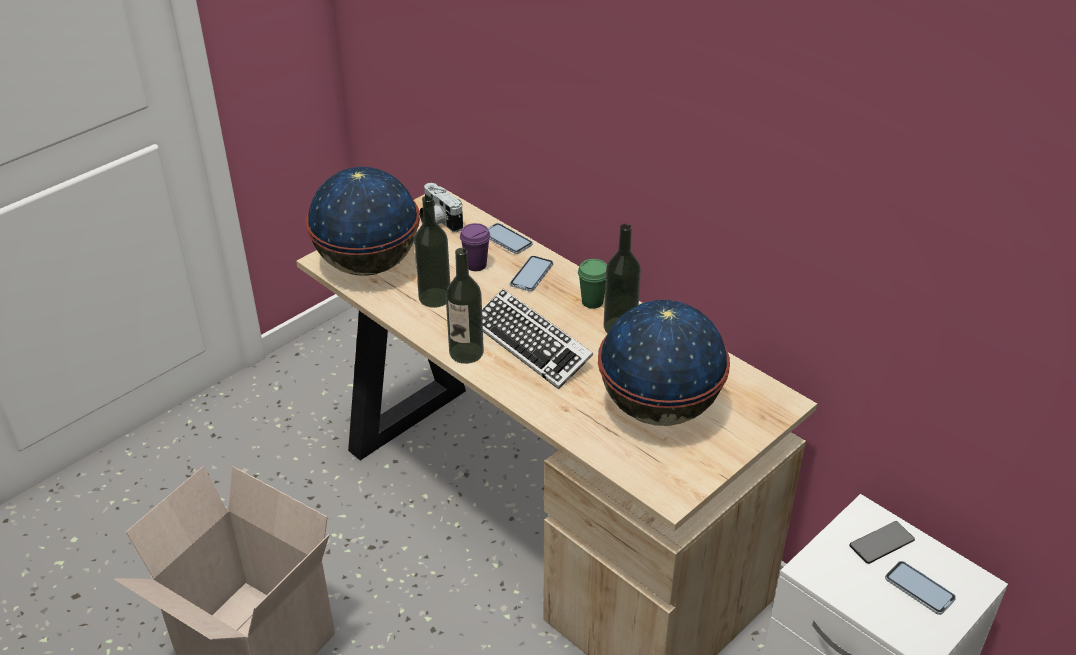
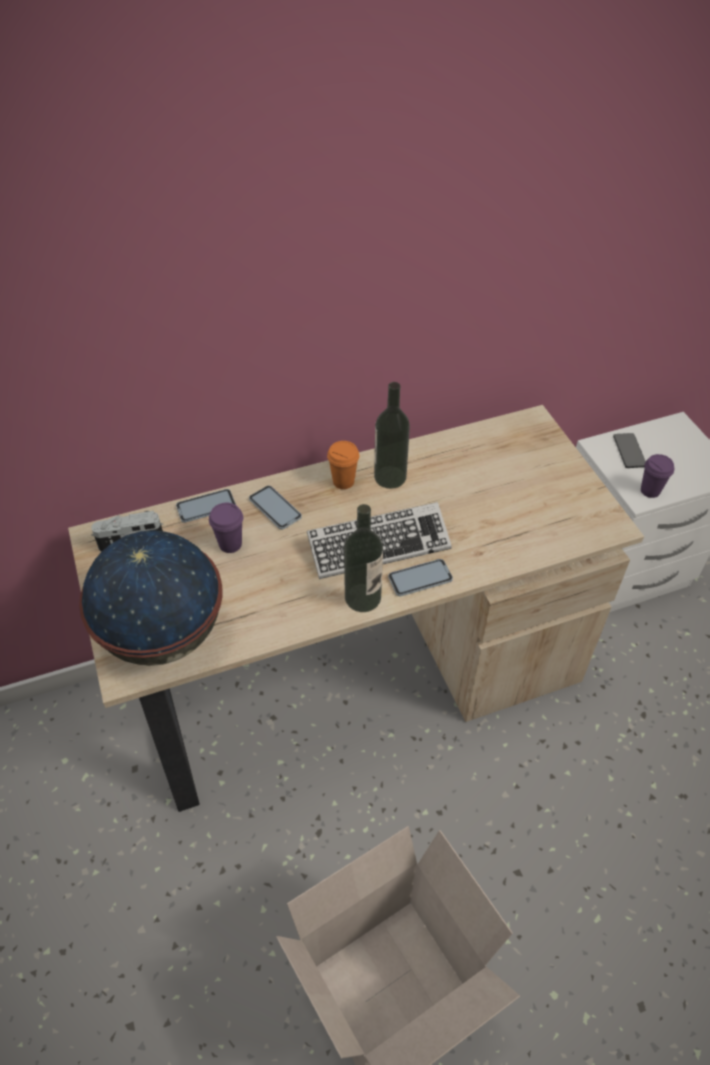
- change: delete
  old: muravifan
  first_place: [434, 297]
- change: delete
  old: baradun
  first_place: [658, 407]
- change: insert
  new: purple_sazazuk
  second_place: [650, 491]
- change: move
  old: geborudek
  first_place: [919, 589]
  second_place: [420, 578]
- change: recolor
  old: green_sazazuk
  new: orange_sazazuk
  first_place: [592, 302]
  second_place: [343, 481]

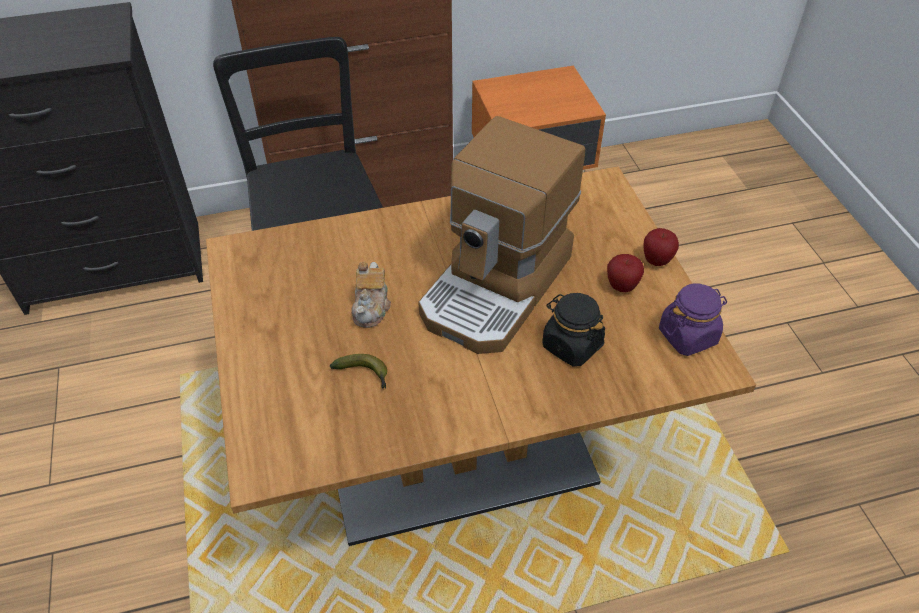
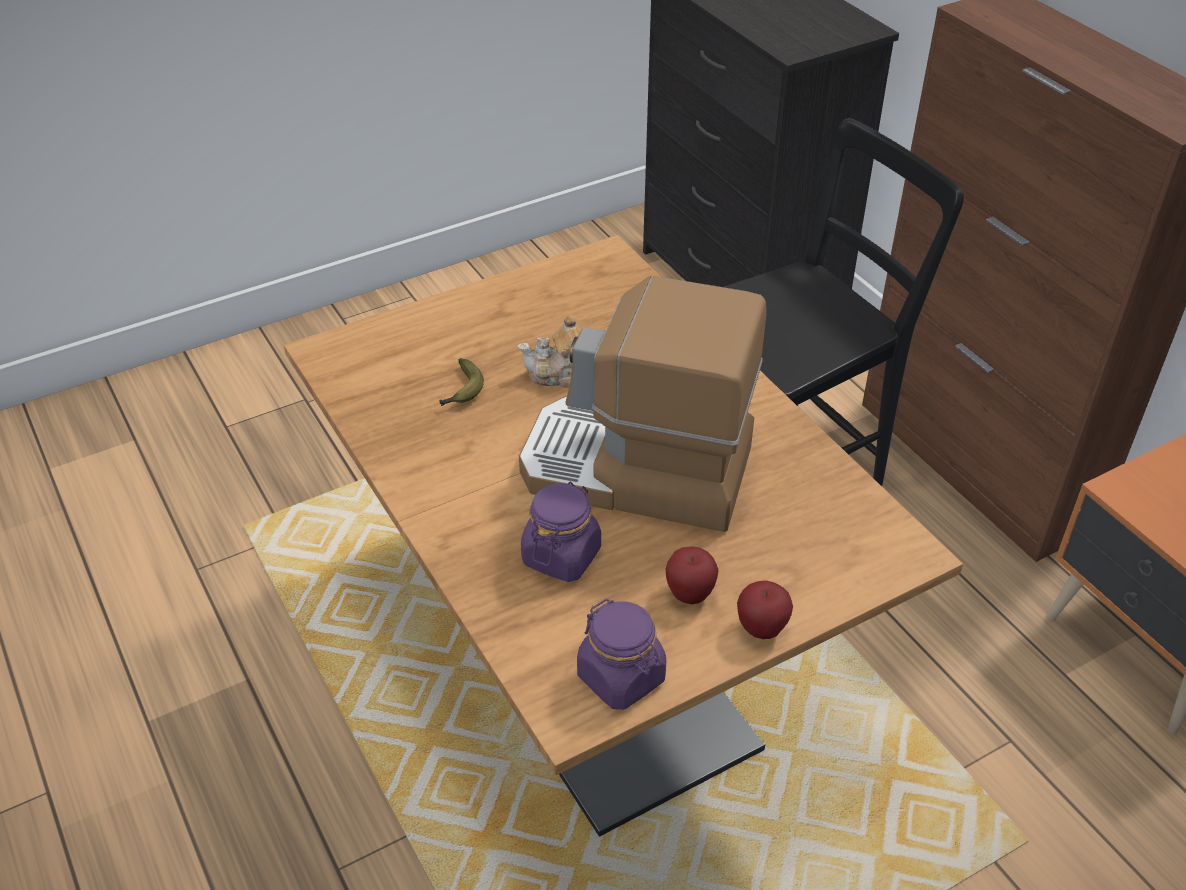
- change: recolor
  old: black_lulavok
  new: purple_lulavok
  first_place: [571, 345]
  second_place: [561, 555]

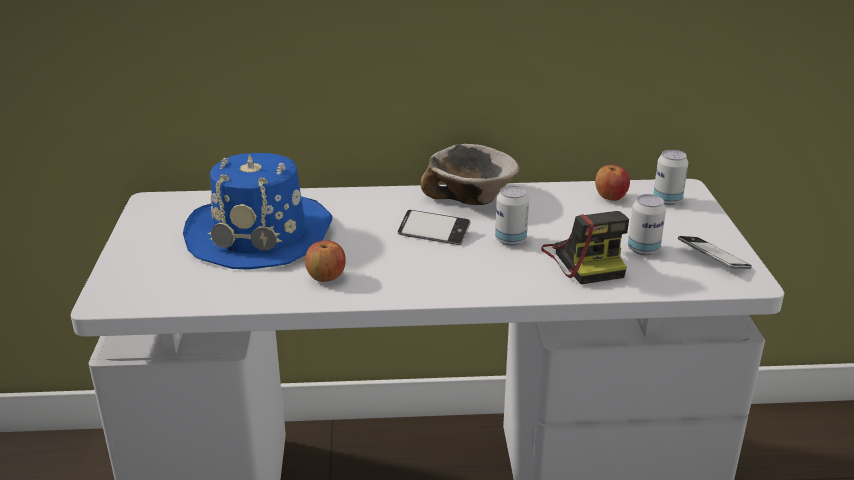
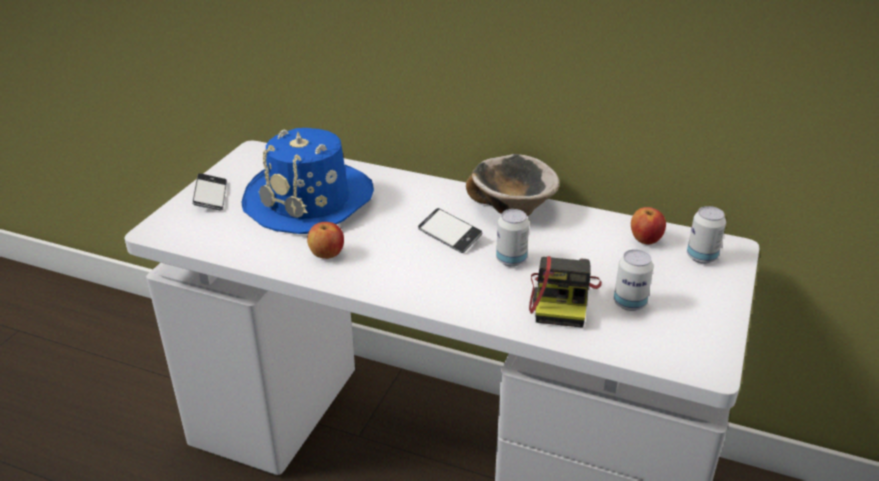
- change: move
  old: geborudek
  first_place: [713, 258]
  second_place: [210, 196]

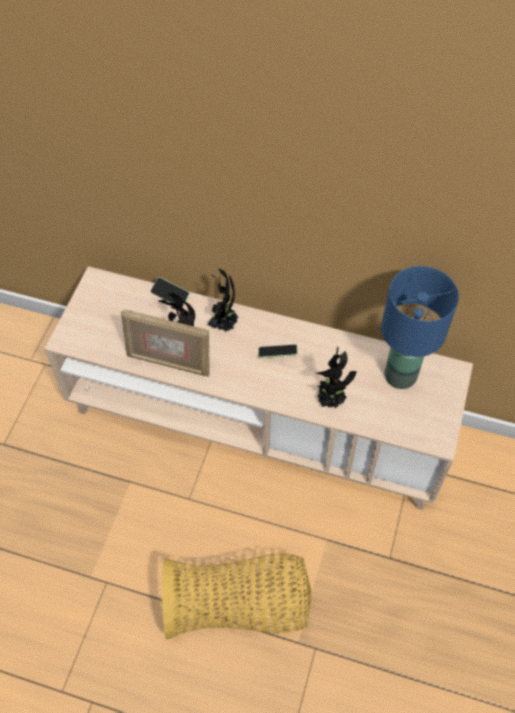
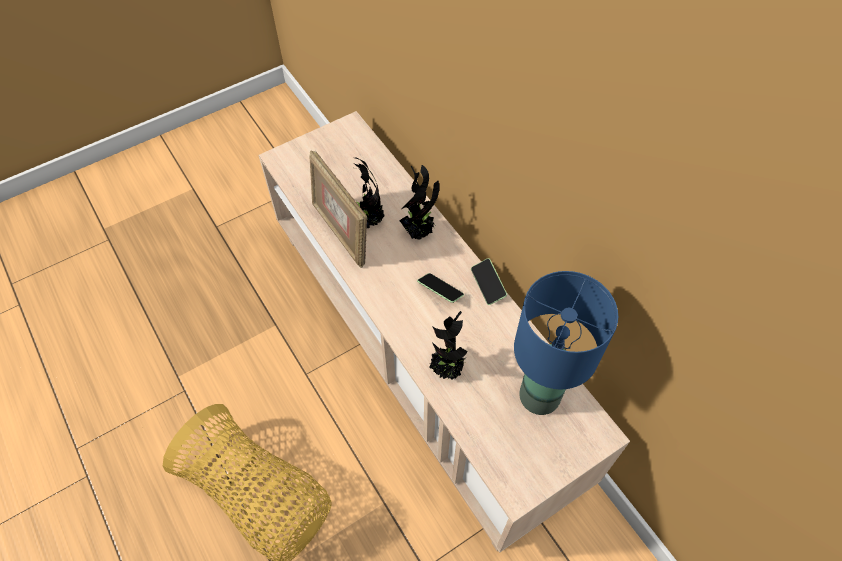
- change: move
  old: geborudek
  first_place: [170, 295]
  second_place: [488, 285]

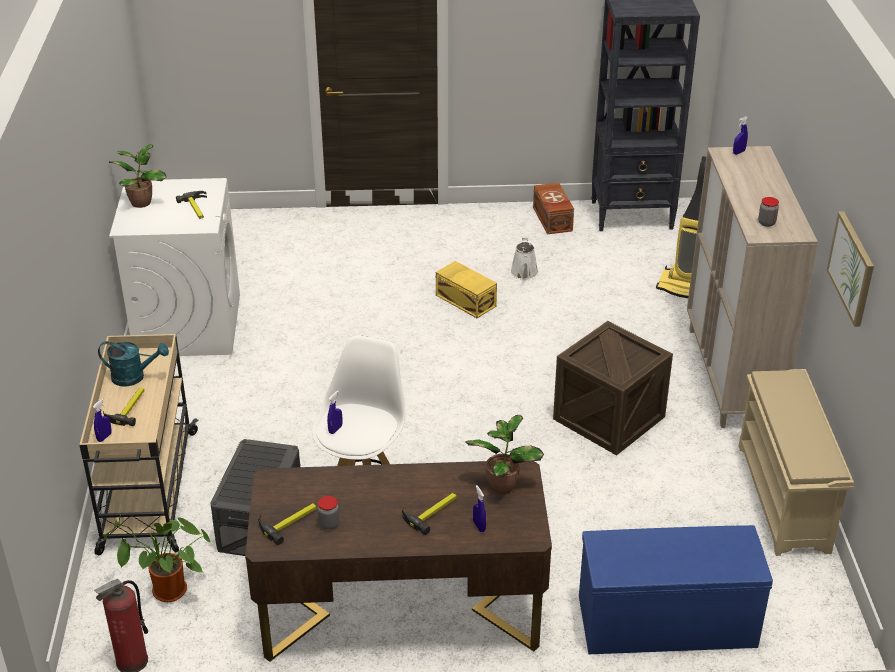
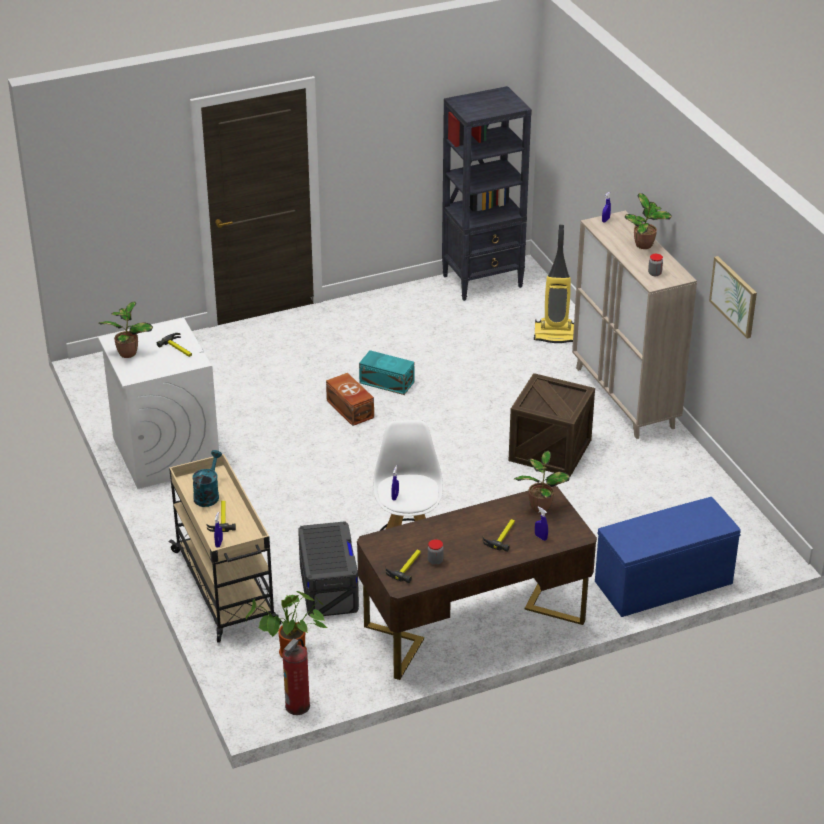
- change: delete
  old: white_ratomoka
  first_place: [524, 273]
- change: delete
  old: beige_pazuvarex
  first_place: [784, 498]
- change: insert
  new: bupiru
  second_place: [645, 245]
- change: move
  old: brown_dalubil
  first_place: [552, 219]
  second_place: [350, 409]
- change: recolor
  old: yellow_dalubil
  new: turquoise_dalubil
  first_place: [465, 300]
  second_place: [386, 382]
- change: rotate
  old: turquoise_ratomoka
  first_place: [134, 377]
  second_place: [208, 494]
  degrees: -60

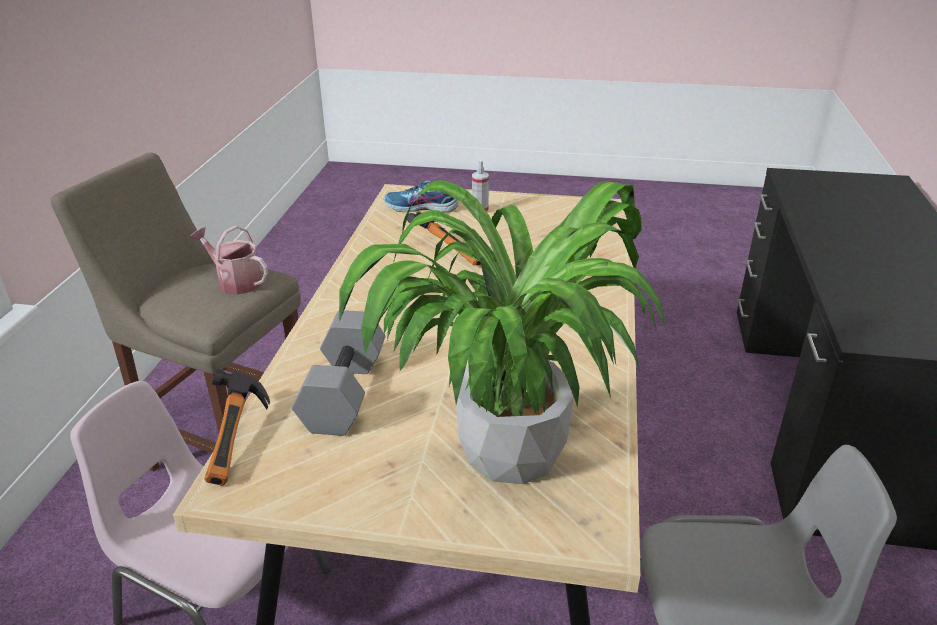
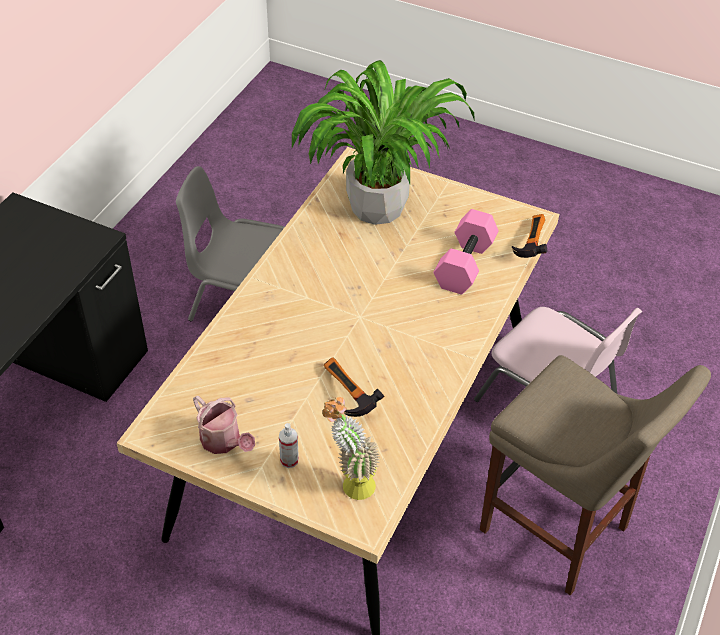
- change: move
  old: ratomoka
  first_place: [235, 281]
  second_place: [224, 442]
- change: replace
  old: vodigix
  new: bupiru
  first_place: [421, 208]
  second_place: [350, 482]
- change: recolor
  old: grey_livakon
  new: pink_livakon
  first_place: [345, 393]
  second_place: [463, 263]

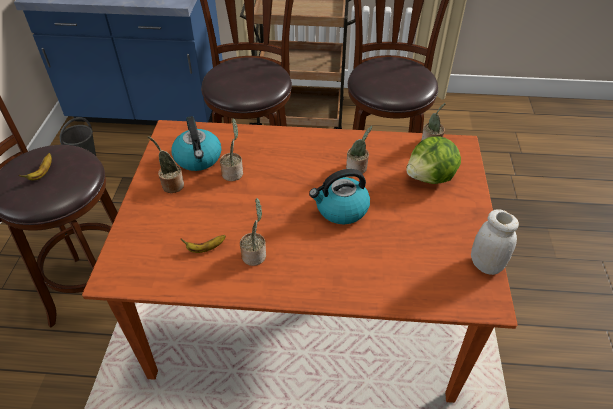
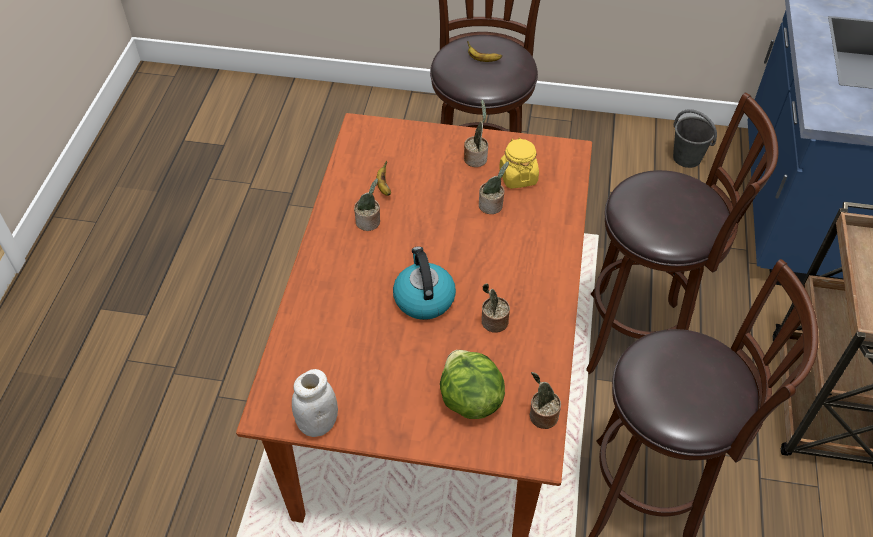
- change: replace
  old: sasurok
  new: yellow_lulavok
  first_place: [198, 159]
  second_place: [518, 177]

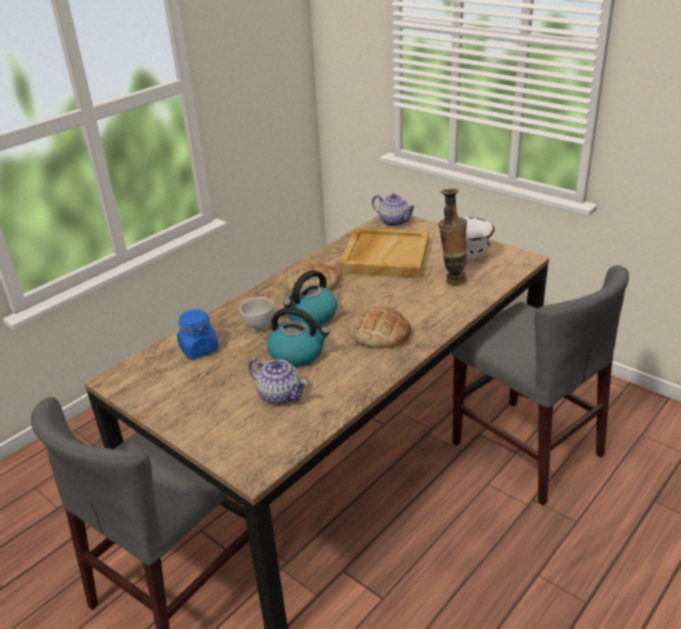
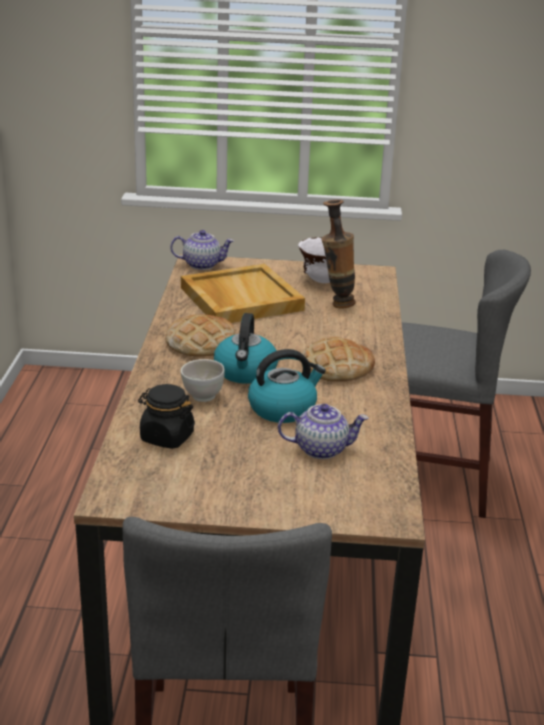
- change: recolor
  old: blue_lulavok
  new: black_lulavok
  first_place: [199, 349]
  second_place: [166, 437]

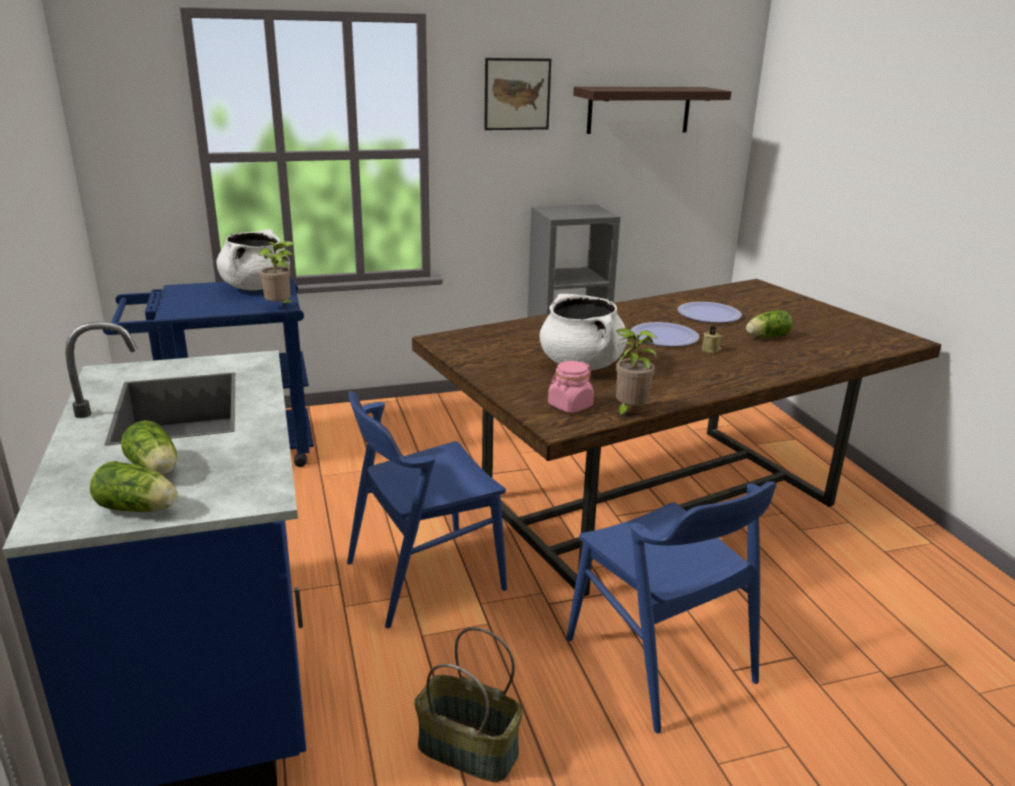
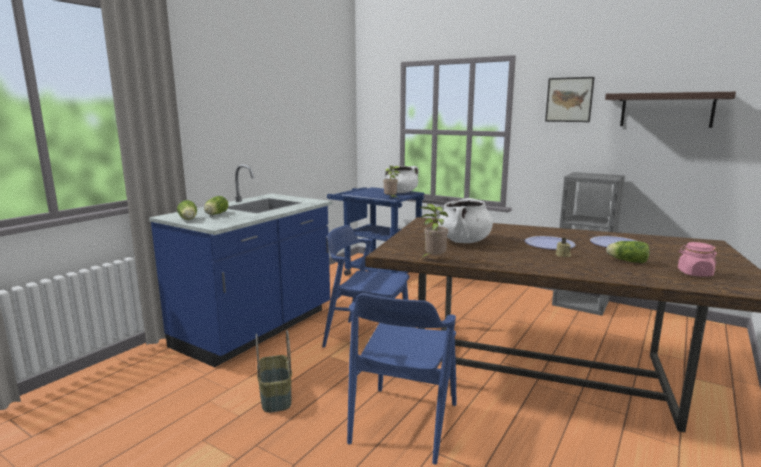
- change: move
  old: pink_lulavok
  first_place: [570, 406]
  second_place: [694, 273]

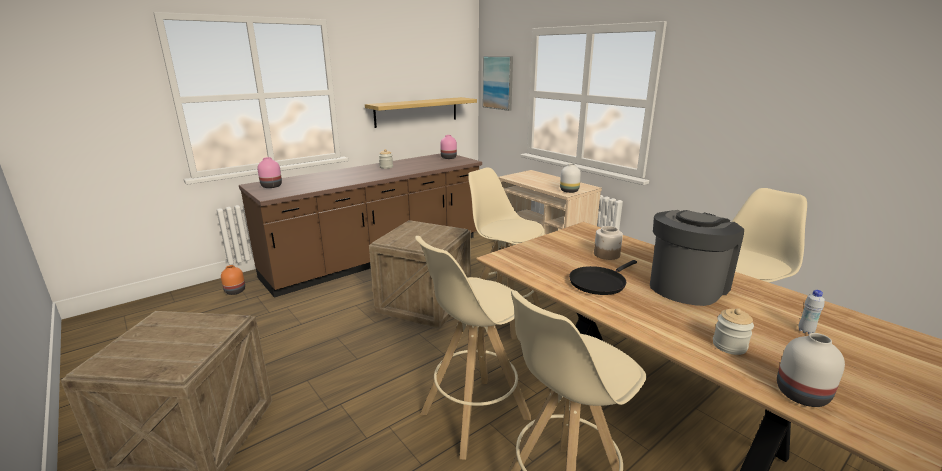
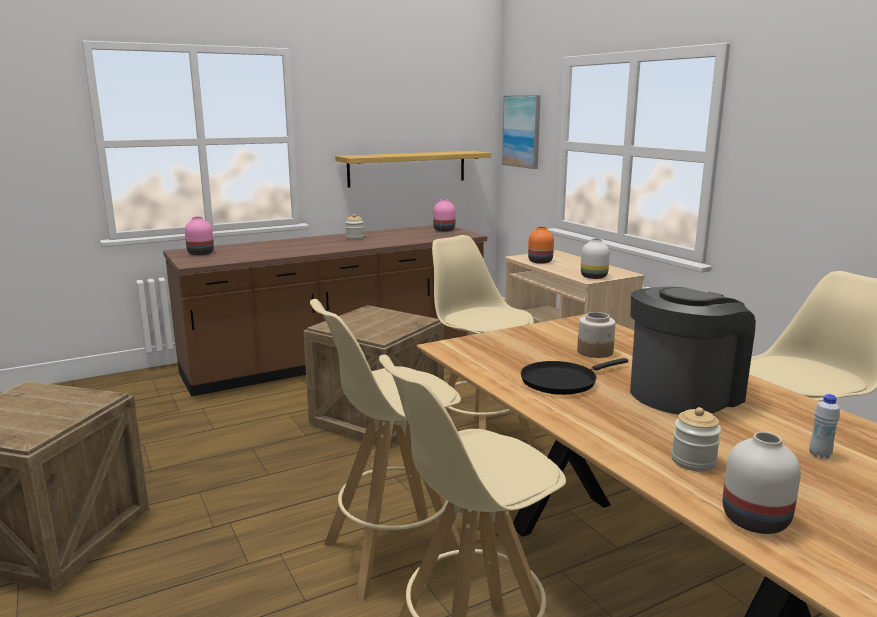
- change: move
  old: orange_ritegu
  first_place: [234, 291]
  second_place: [539, 261]

